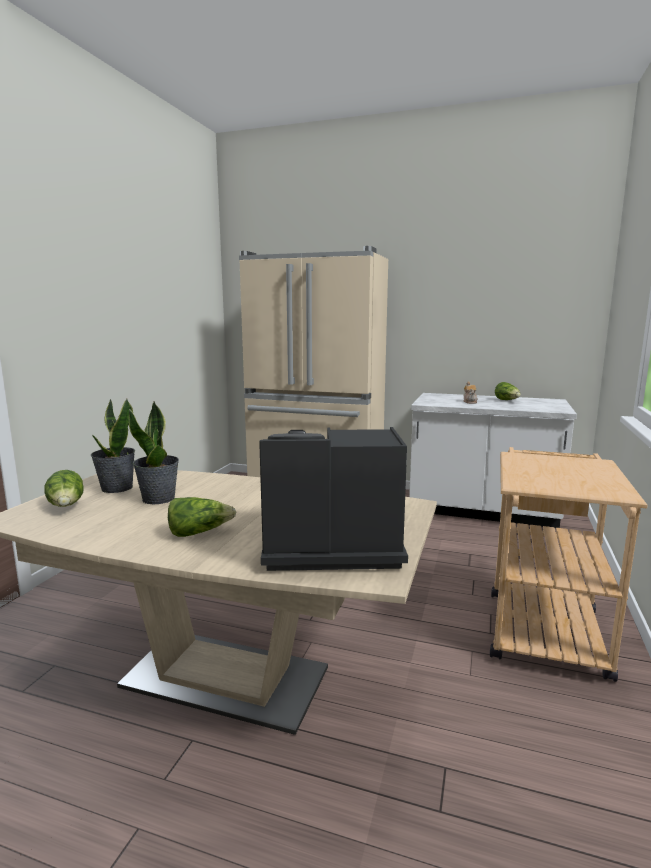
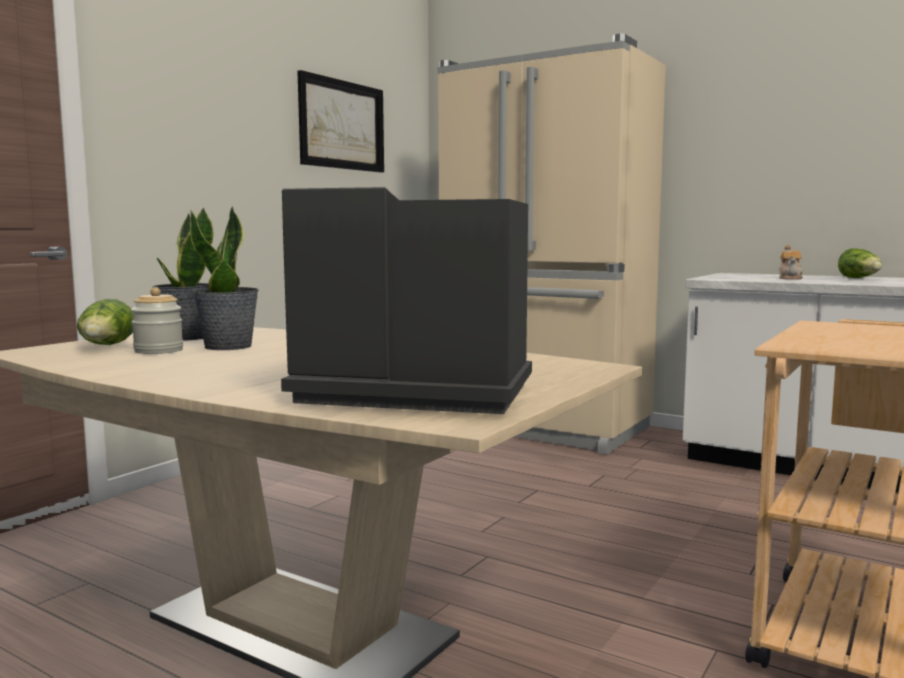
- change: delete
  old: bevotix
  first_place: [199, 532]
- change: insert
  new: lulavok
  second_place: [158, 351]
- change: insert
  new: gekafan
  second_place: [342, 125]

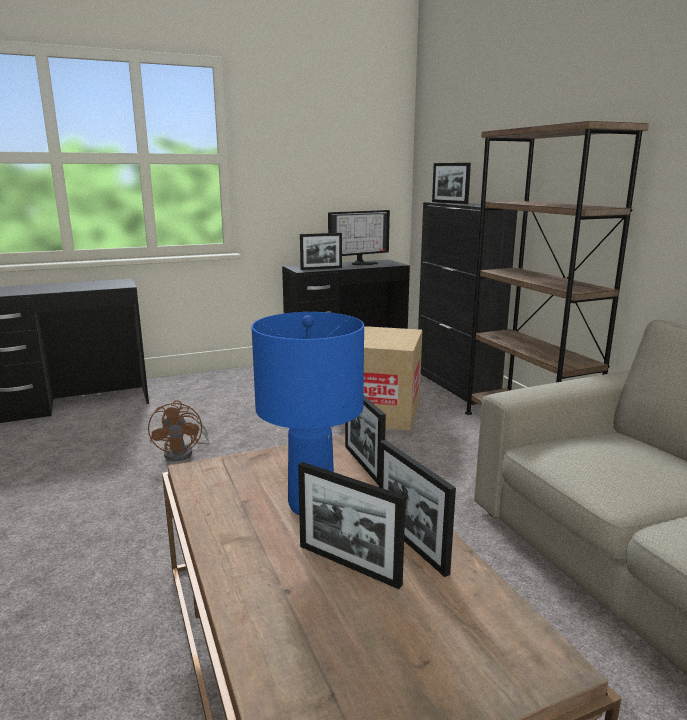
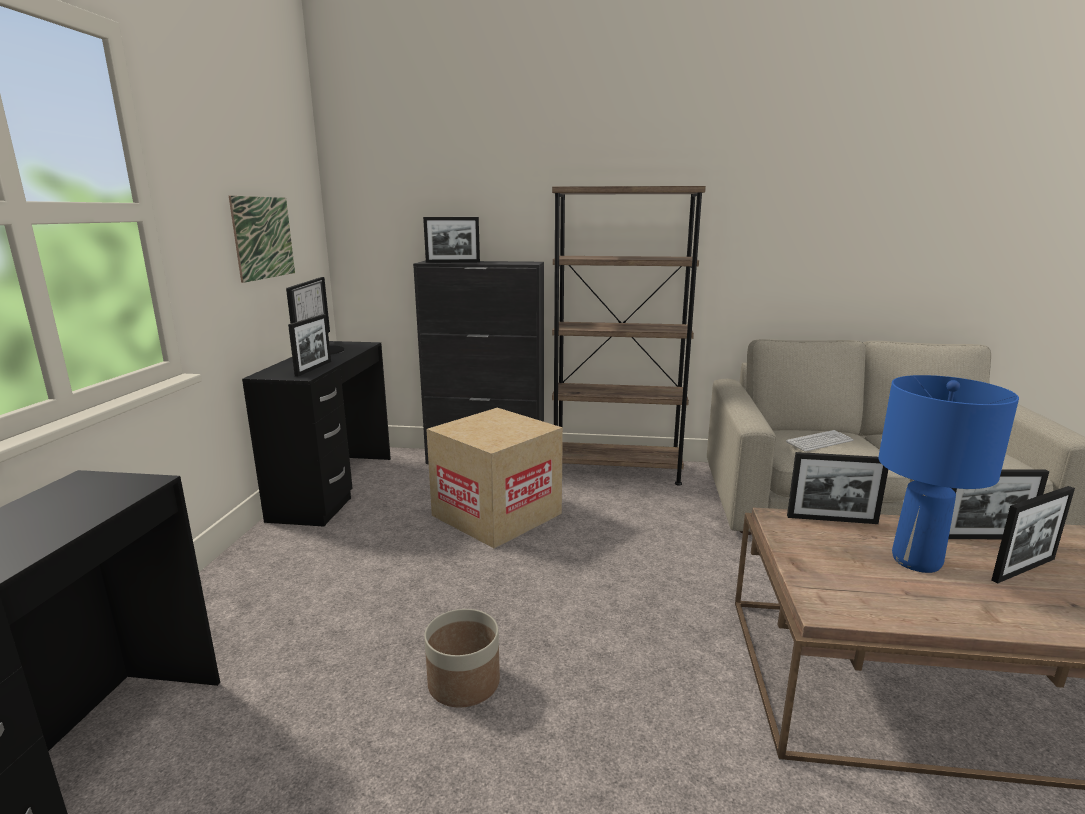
- change: insert
  new: gekafan
  second_place: [263, 237]
- change: insert
  new: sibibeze
  second_place: [819, 442]
- change: replace
  old: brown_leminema
  new: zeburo
  first_place: [184, 453]
  second_place: [463, 682]

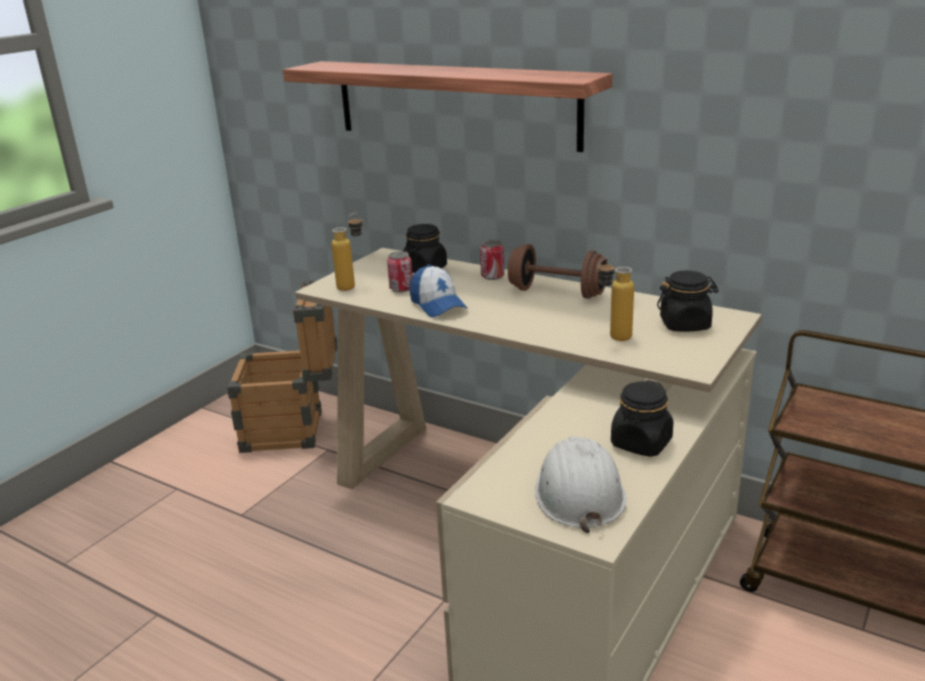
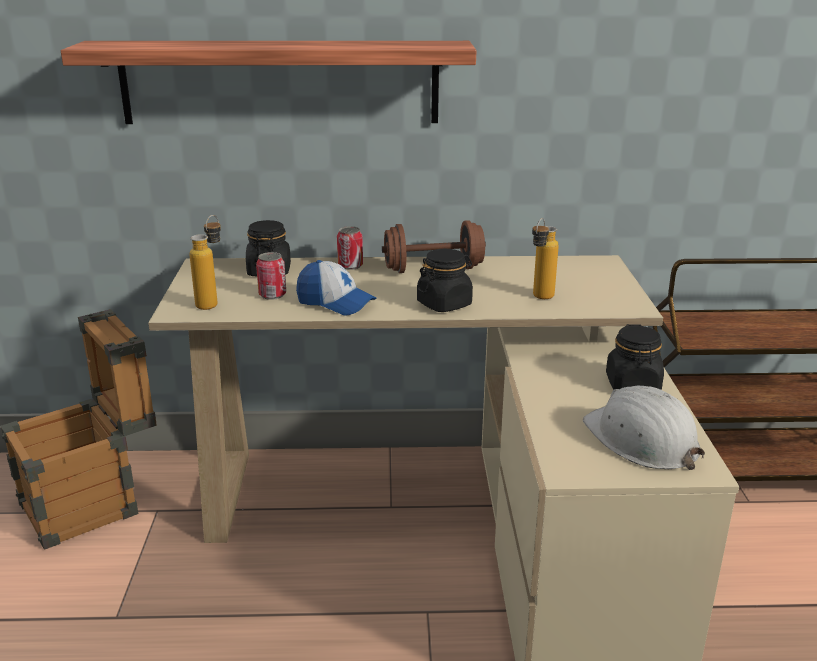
- change: move
  old: black_lulavok
  first_place: [685, 324]
  second_place: [444, 304]

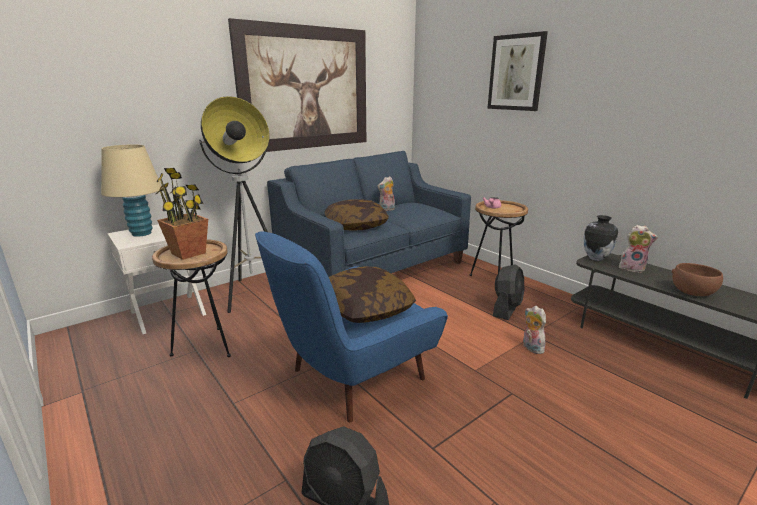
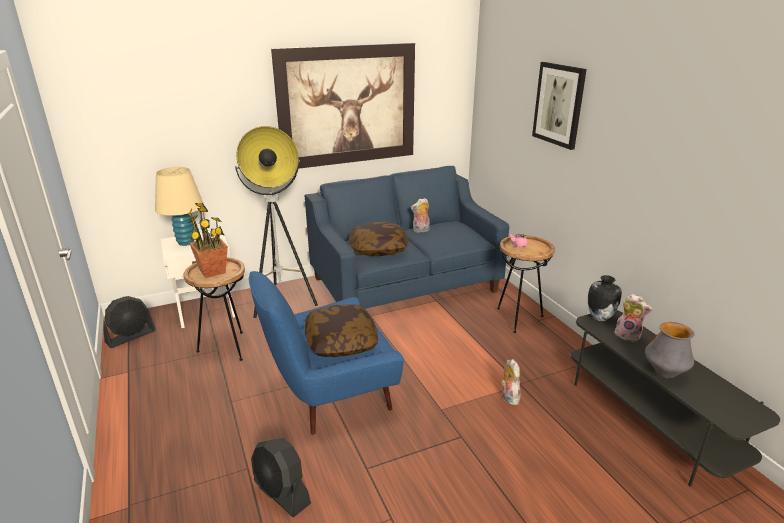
- change: move
  old: black_leminema
  first_place: [506, 308]
  second_place: [131, 336]
- change: replace
  old: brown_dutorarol
  new: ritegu
  first_place: [692, 293]
  second_place: [664, 373]

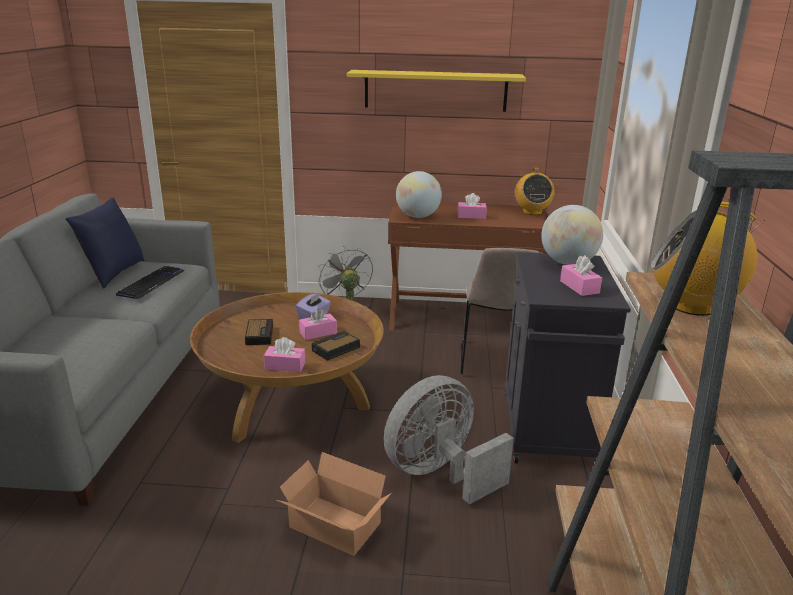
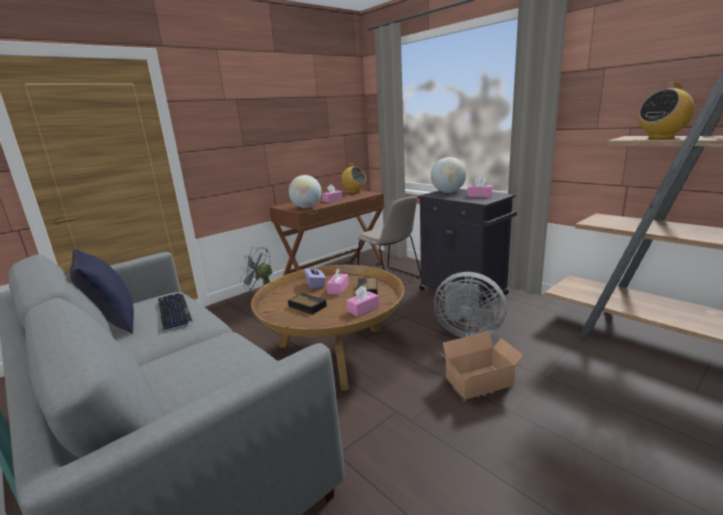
- change: delete
  old: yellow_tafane
  first_place: [435, 90]
- change: rotate
  old: grey_leminema
  first_place: [440, 473]
  second_place: [467, 332]
  degrees: -75

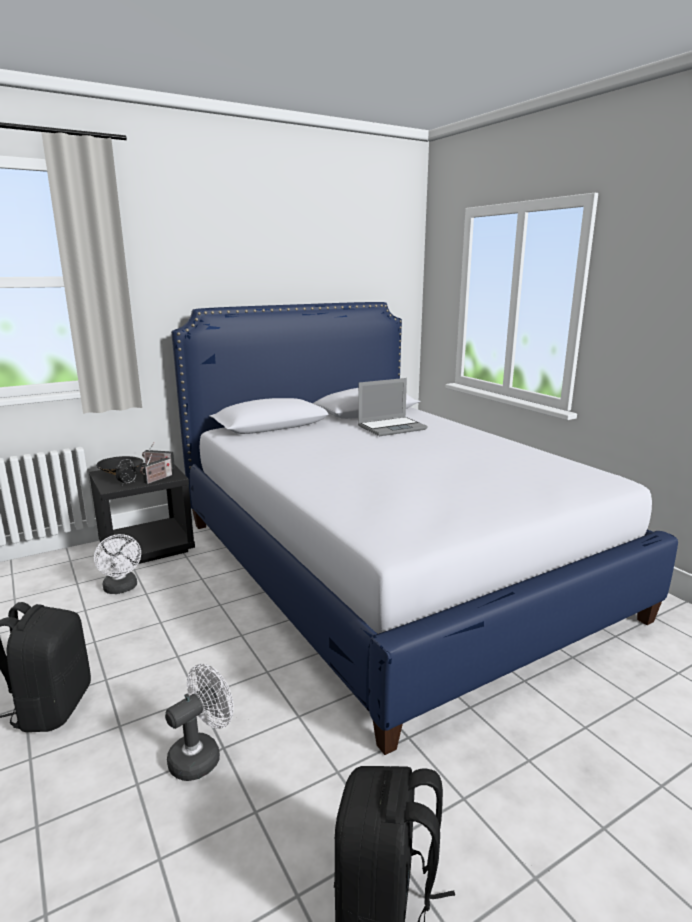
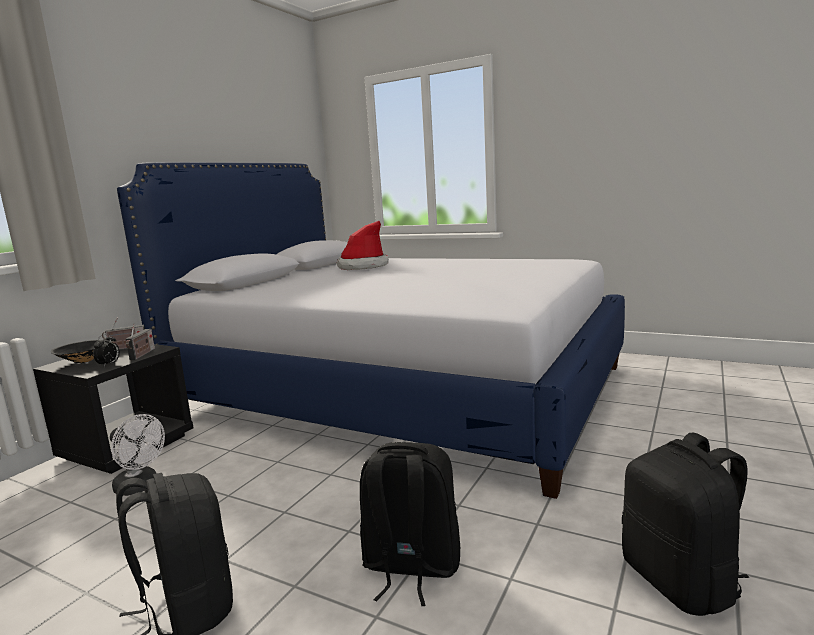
- change: replace
  old: white_leminema
  new: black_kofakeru
  first_place: [201, 755]
  second_place: [410, 567]
- change: replace
  old: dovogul
  new: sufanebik
  first_place: [392, 427]
  second_place: [363, 266]

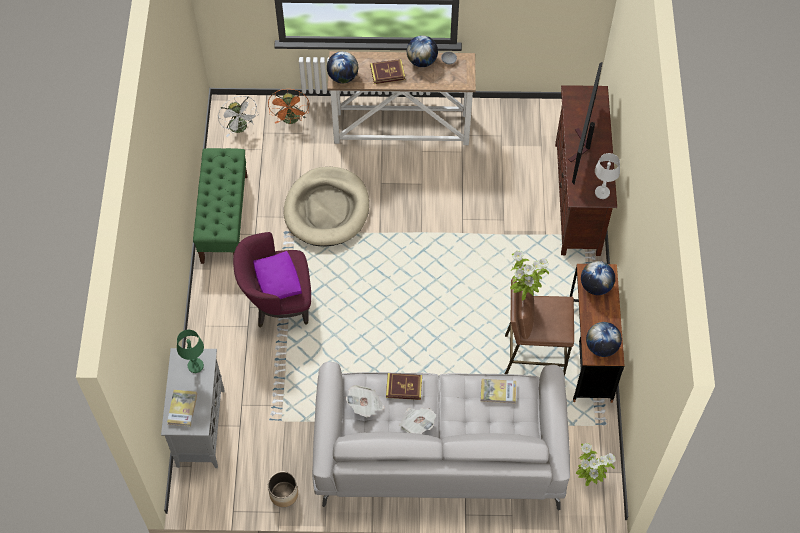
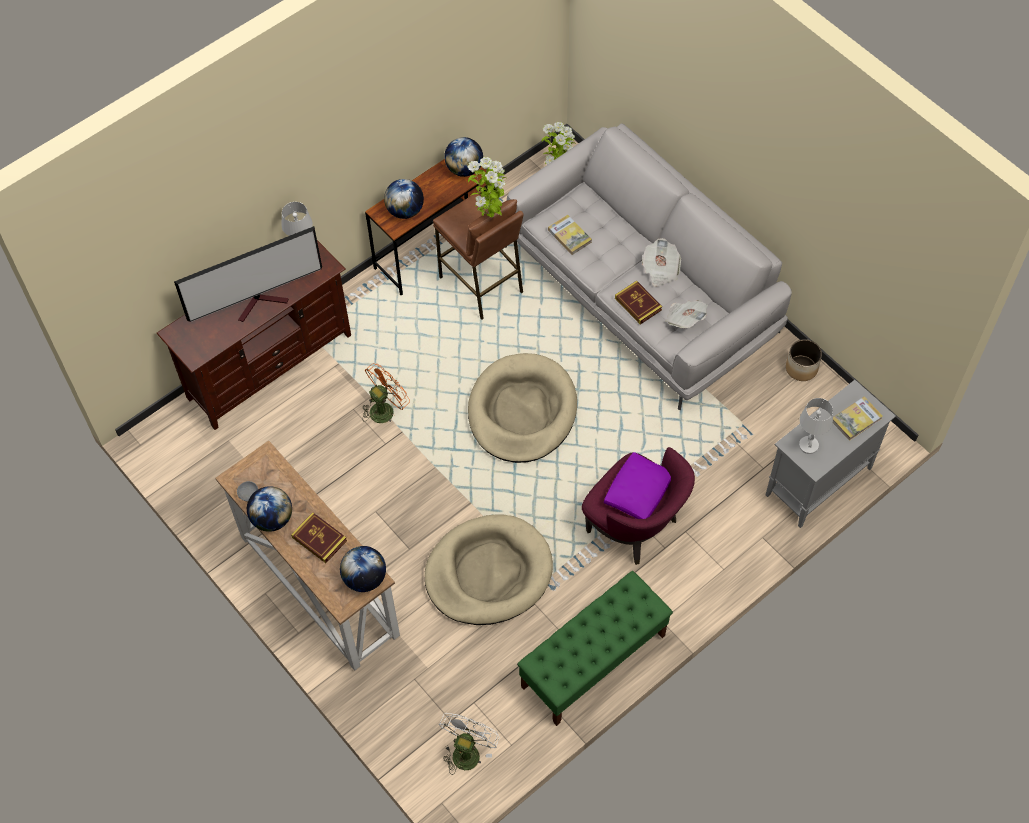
- change: insert
  new: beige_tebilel
  second_place: [522, 411]
- change: move
  old: orange_leminema
  first_place: [291, 120]
  second_place: [385, 408]
- change: recolor
  old: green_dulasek
  new: white_dulasek
  first_place: [195, 366]
  second_place: [808, 445]

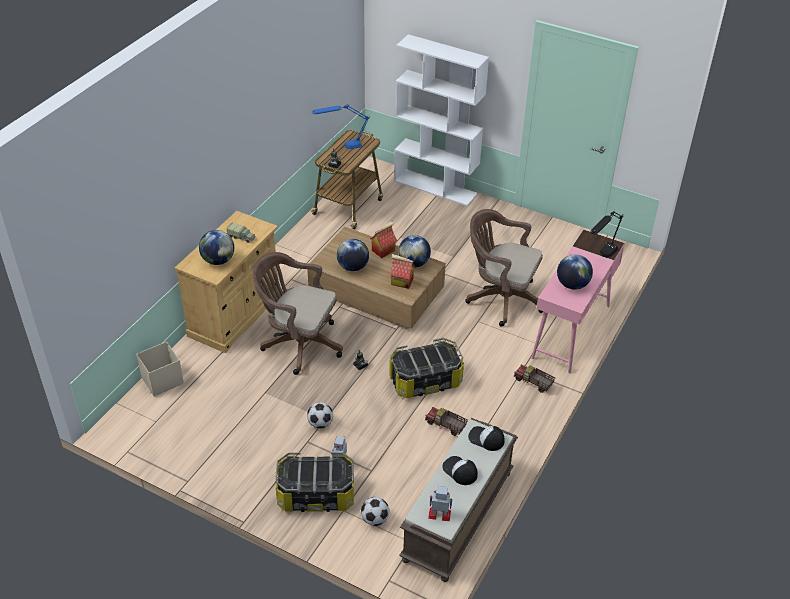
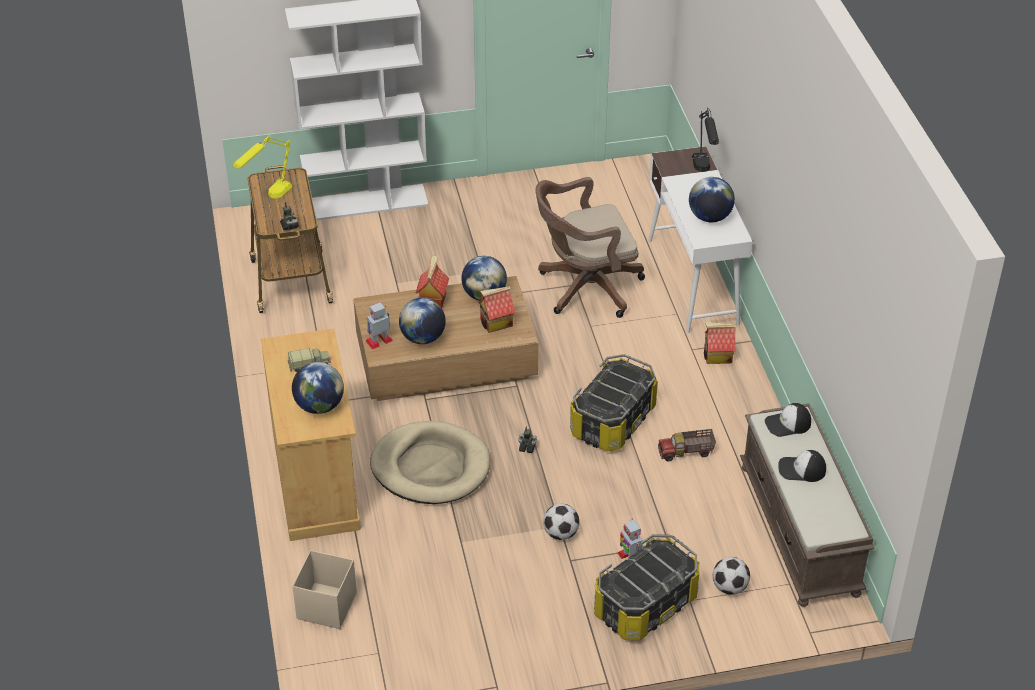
- change: move
  old: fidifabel
  first_place: [440, 514]
  second_place: [379, 340]
- change: replace
  old: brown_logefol
  new: beige_tebilel
  first_place: [298, 343]
  second_place: [430, 467]
- change: replace
  old: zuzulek
  new: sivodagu
  first_place: [533, 383]
  second_place: [717, 356]
- change: recolor
  old: blue_dulasek
  new: yellow_dulasek
  first_place: [342, 147]
  second_place: [269, 200]
- change: recolor
  old: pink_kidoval
  new: white_kidoval
  first_place: [571, 331]
  second_place: [693, 282]

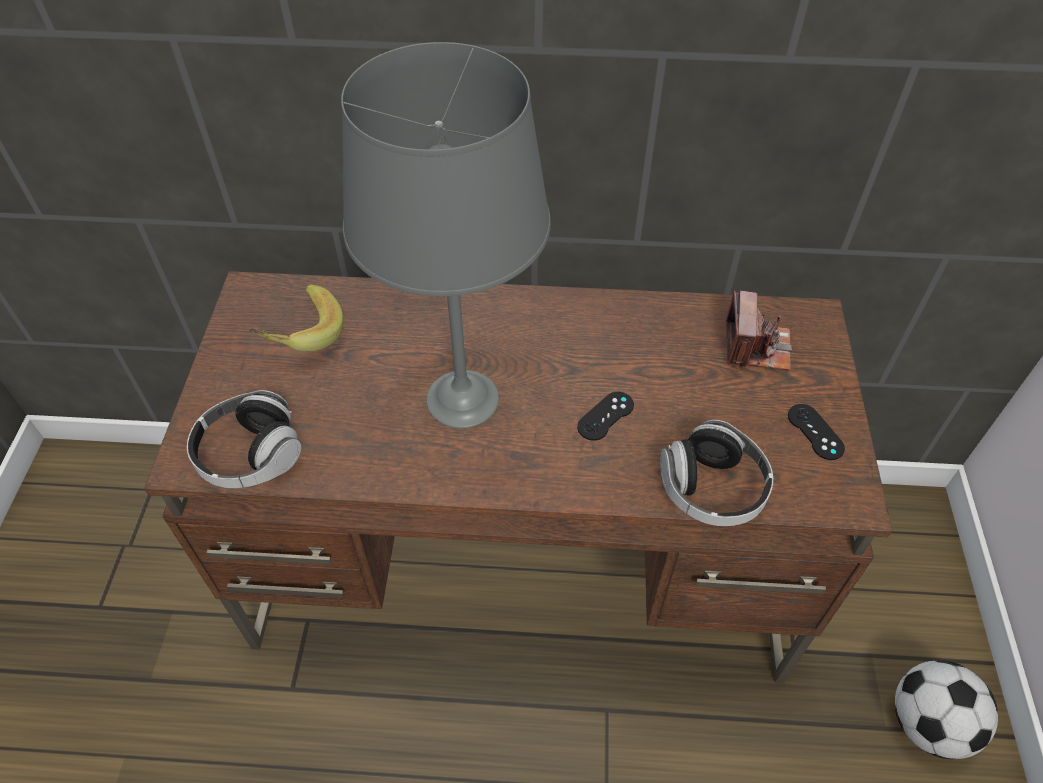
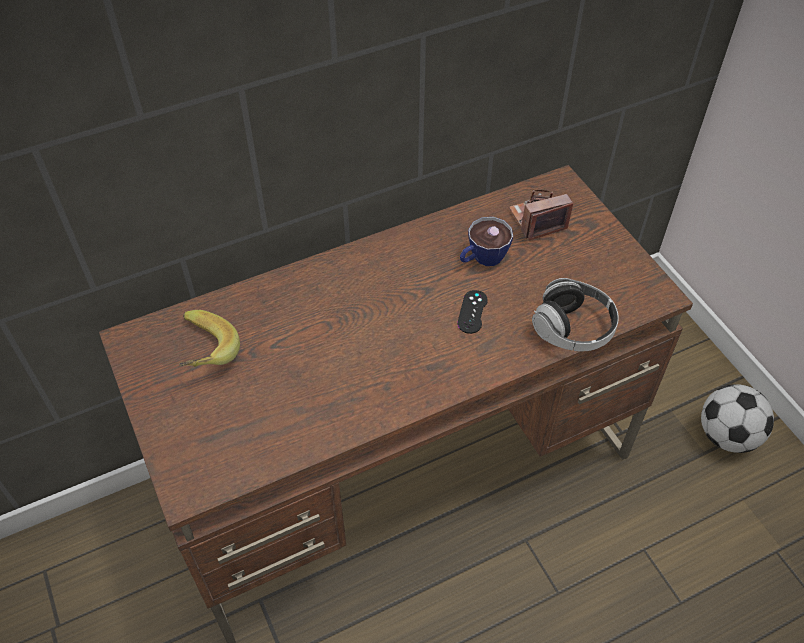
- change: delete
  old: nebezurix
  first_place: [250, 455]
- change: delete
  old: grey_dulasek
  first_place: [462, 400]
- change: delete
  old: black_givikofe
  first_place: [815, 432]
- change: insert
  new: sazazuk
  second_place: [482, 259]
- change: rotate
  old: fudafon
  first_place: [756, 347]
  second_place: [537, 220]
  degrees: -90

